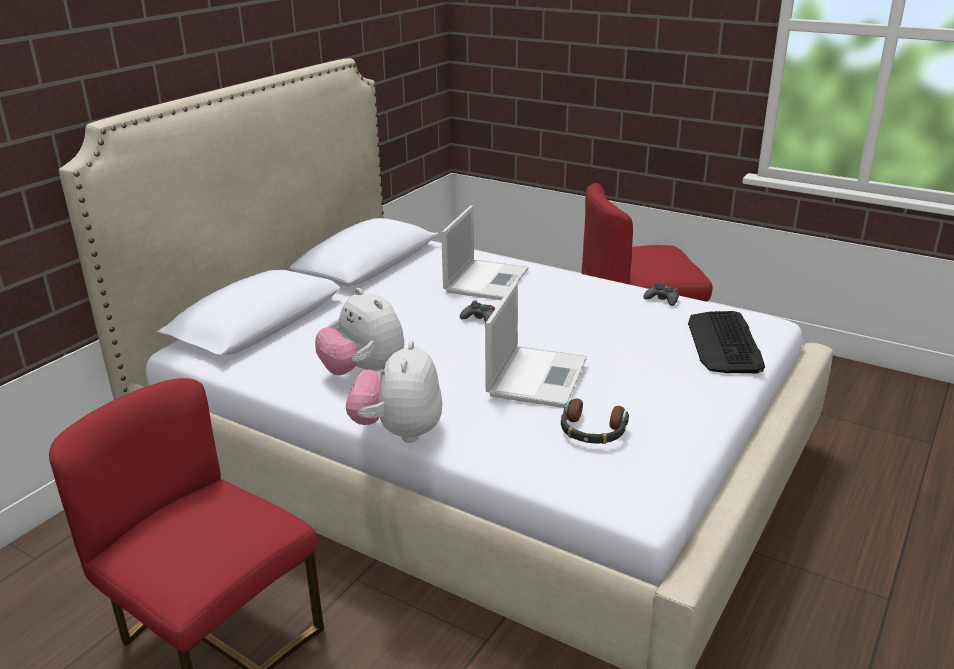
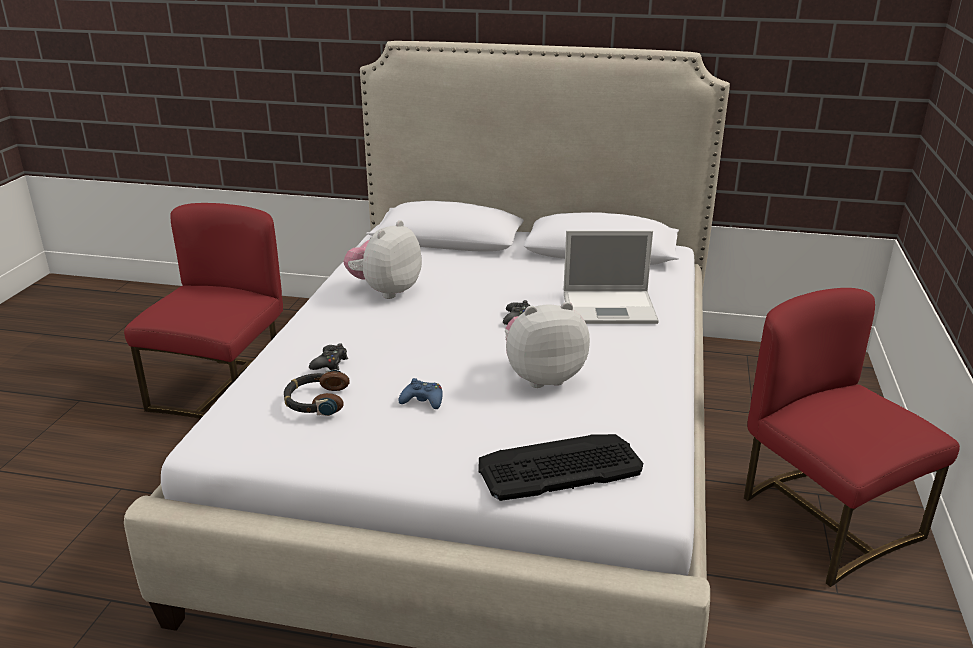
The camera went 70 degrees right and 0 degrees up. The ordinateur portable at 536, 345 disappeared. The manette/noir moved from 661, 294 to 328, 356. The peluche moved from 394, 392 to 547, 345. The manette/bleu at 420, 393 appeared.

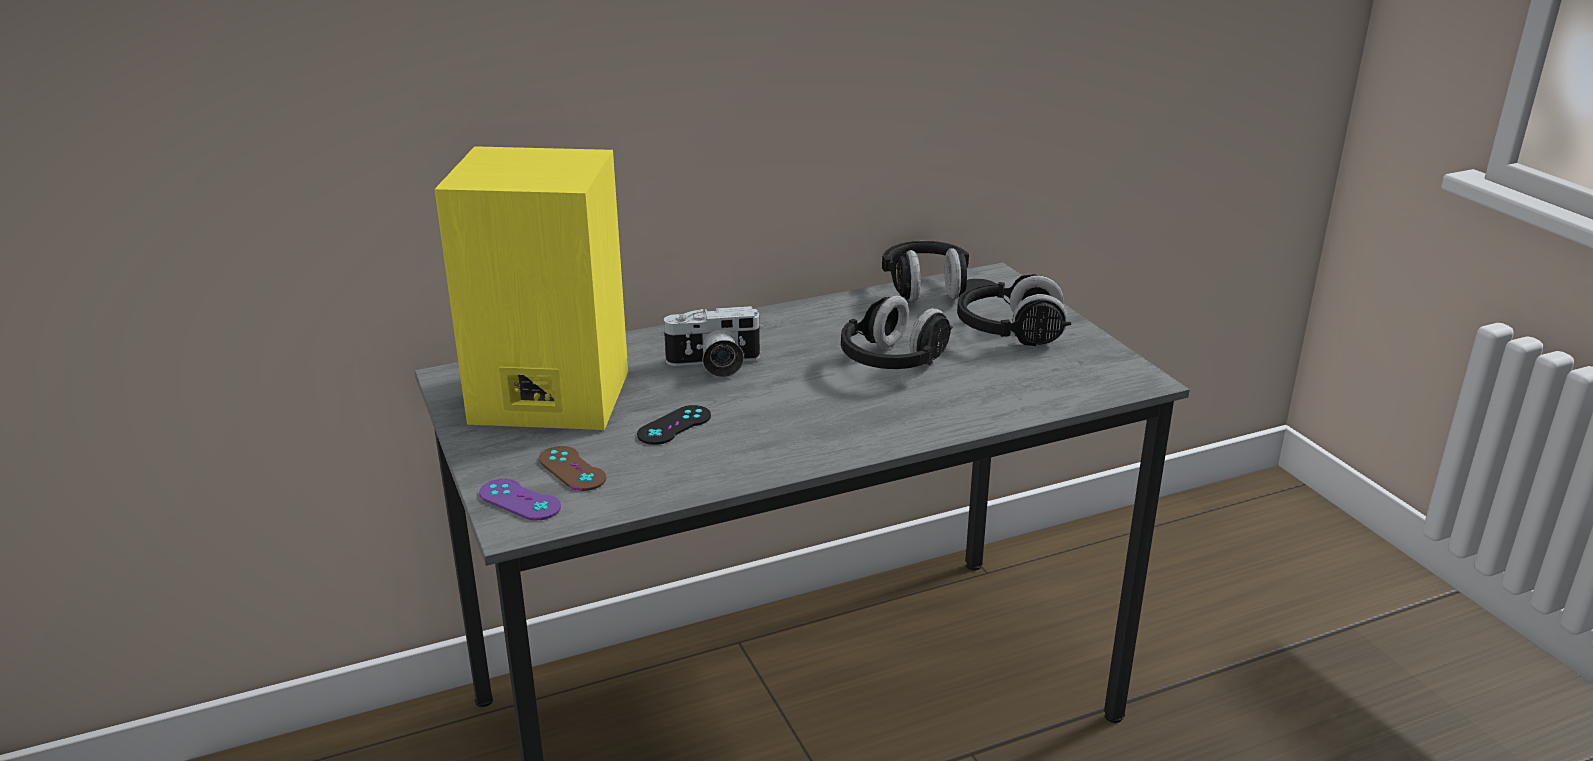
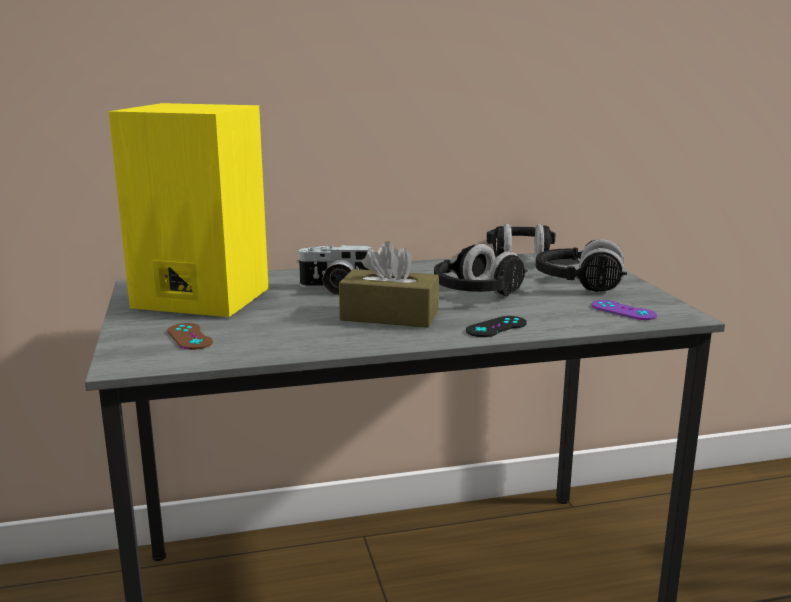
The camera went 10 degrees right and 10 degrees down. The manette/noir moved from 674, 425 to 496, 326. The manette/violet moved from 520, 500 to 624, 310. The boîte à mouchoirs/marron at 389, 284 appeared.

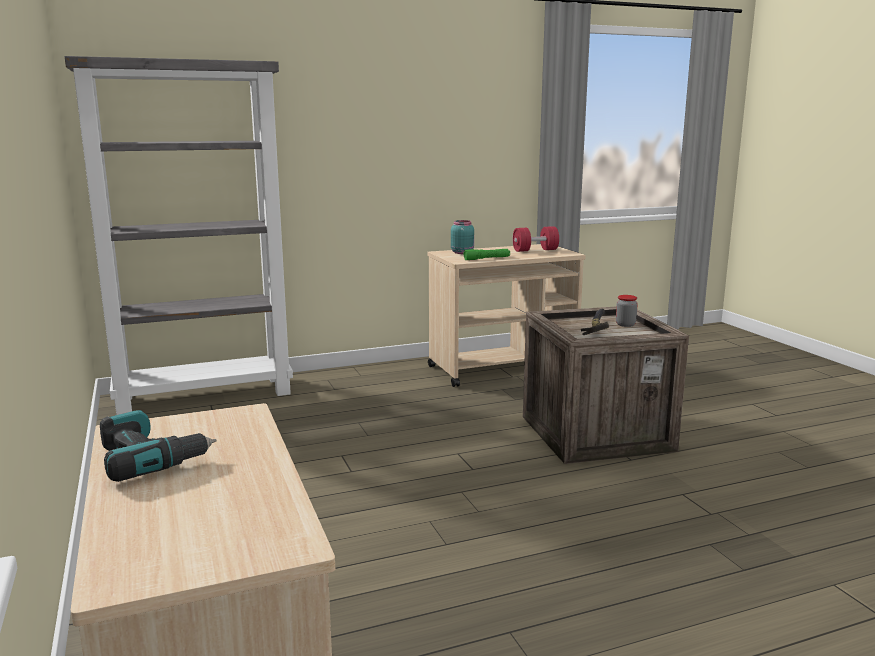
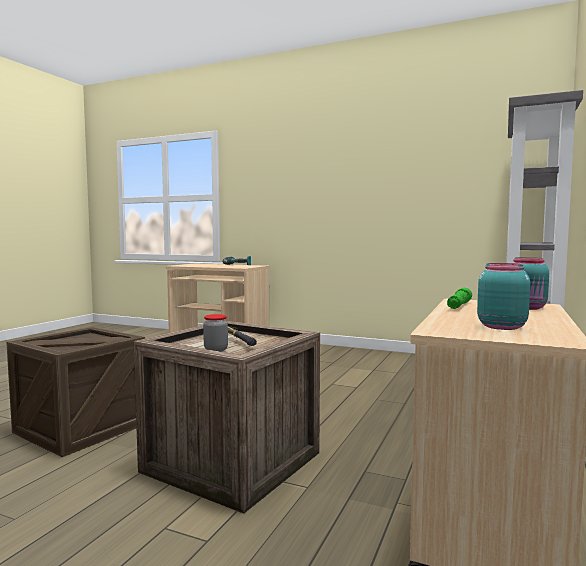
The camera went 135 degrees right and 10 degrees down. The haltère/rouge at 536, 239 was replaced by the bocal/turquoise at 503, 296. The caisse at 75, 392 appeared.

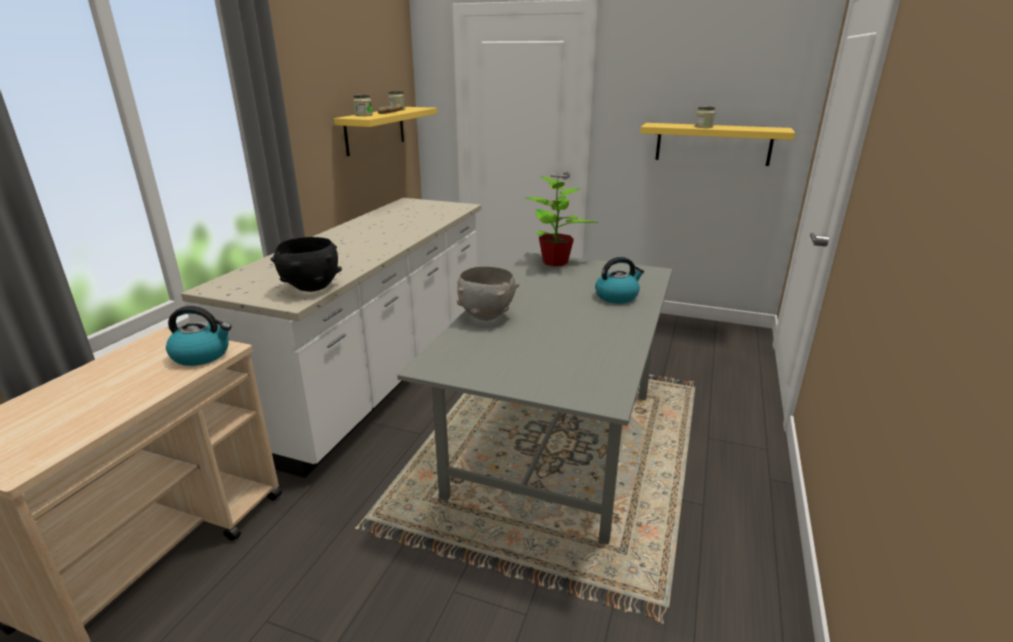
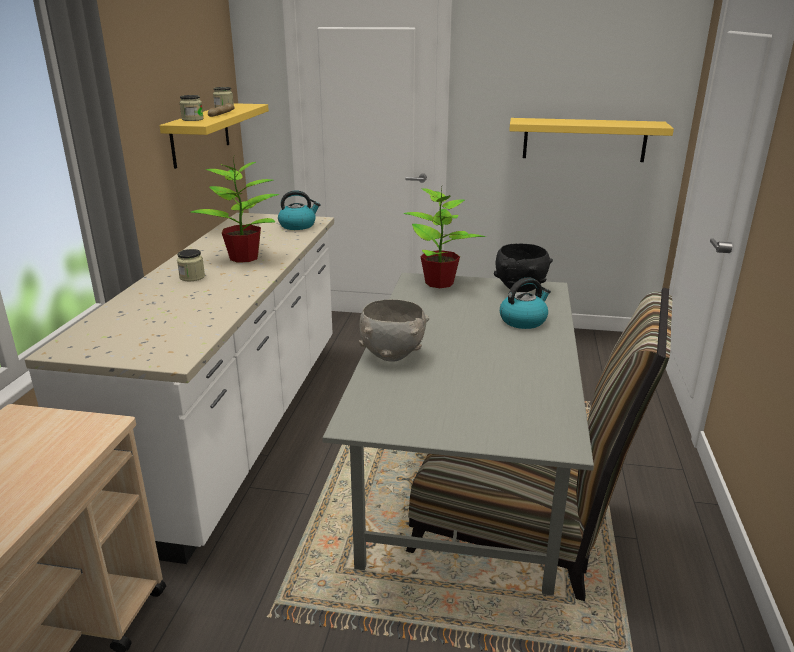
The camera went 10 degrees left and 0 degrees up. The bocal moved from 705, 117 to 191, 265. The bol/noir moved from 306, 264 to 523, 268. The bouilloire moved from 198, 336 to 299, 210. The plante en pot at 234, 210 appeared. The chaise at 539, 444 appeared.

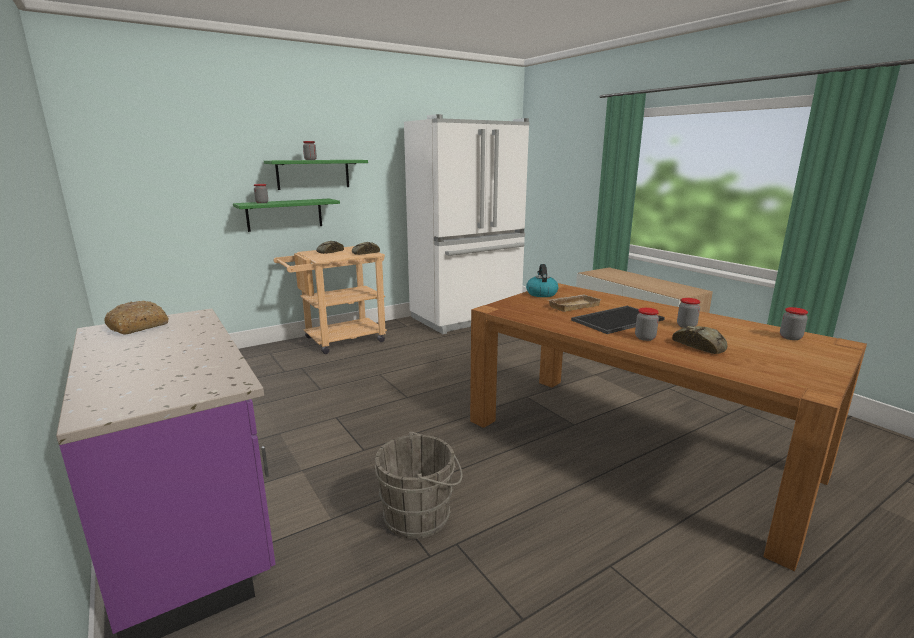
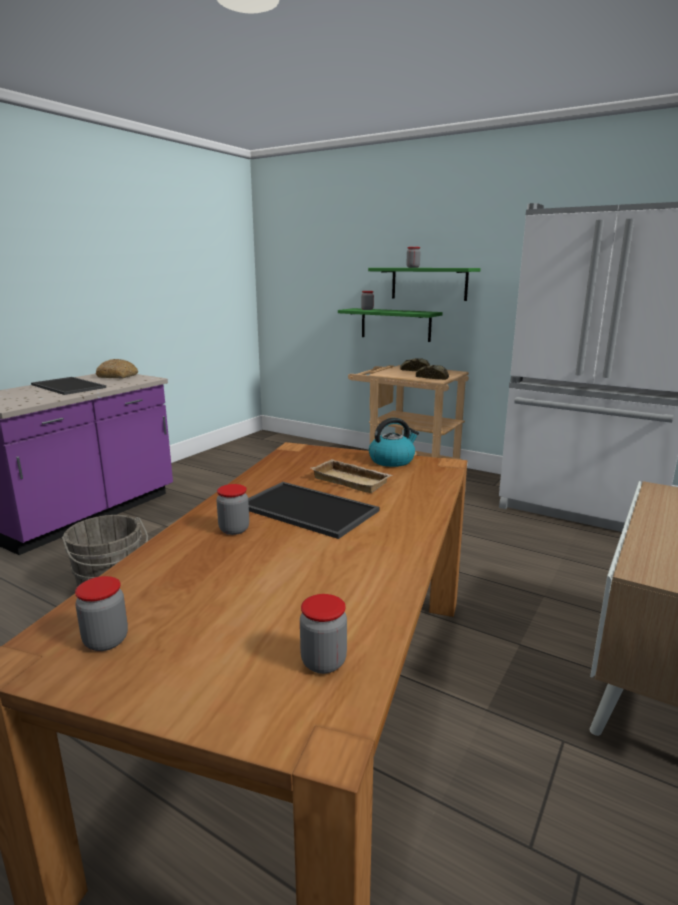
The camera went 65 degrees right and 0 degrees up. The bocal moved from 688, 313 to 101, 613. The pain at 699, 340 disappeared. The plateau at 68, 386 appeared.

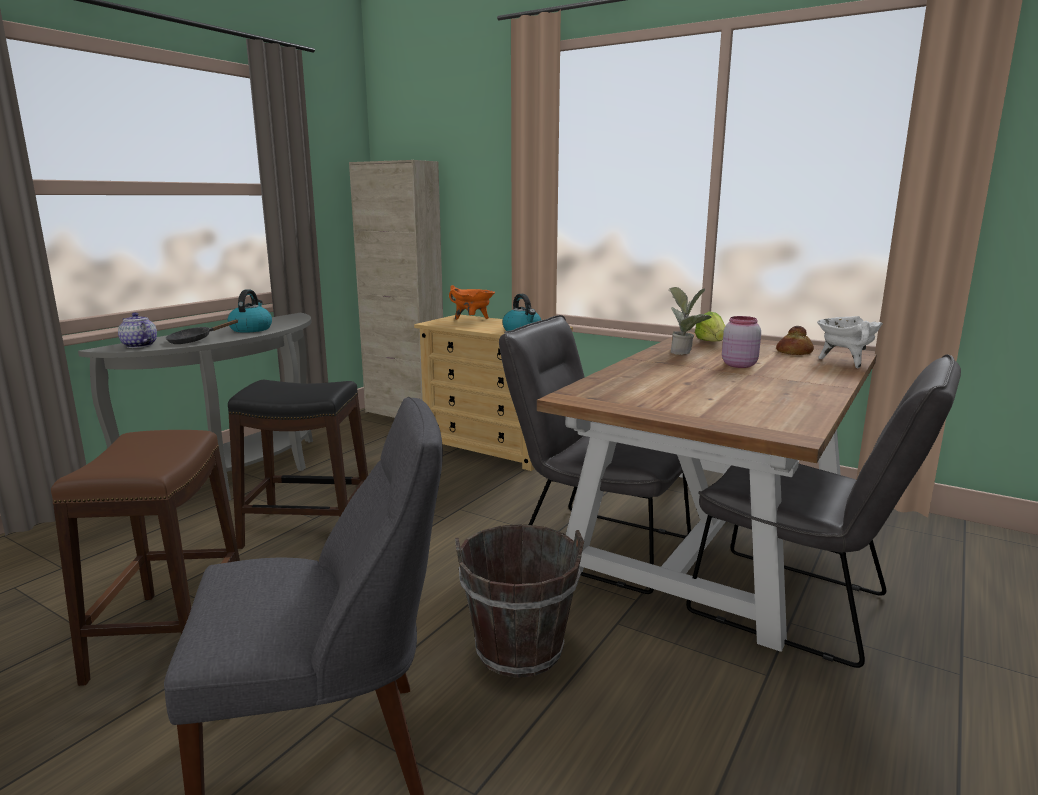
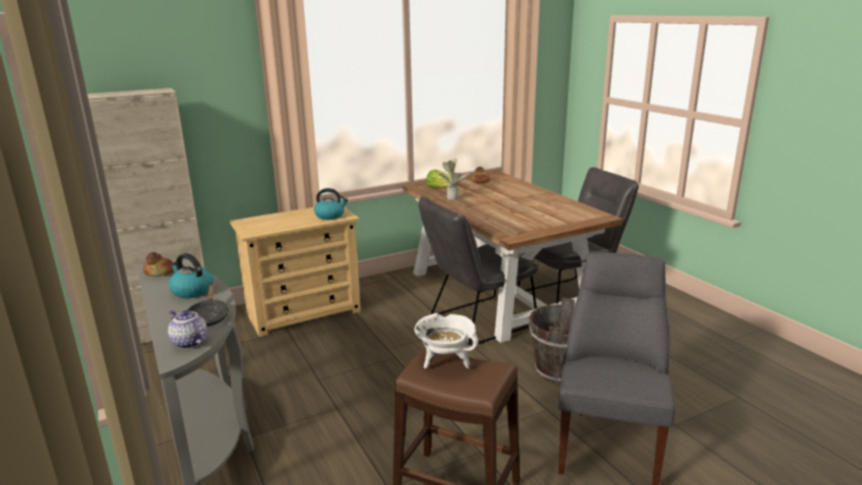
The camera went 60 degrees left and 5 degrees up. The marmite/orange at 472, 302 disappeared. The théière at 137, 330 turned 60 degrees clockwise. The bocal/rose at 741, 342 disappeared. The marmite/blanc moved from 850, 342 to 446, 341. The tabouret/noir at 298, 464 disappeared. The pain at 158, 264 appeared.

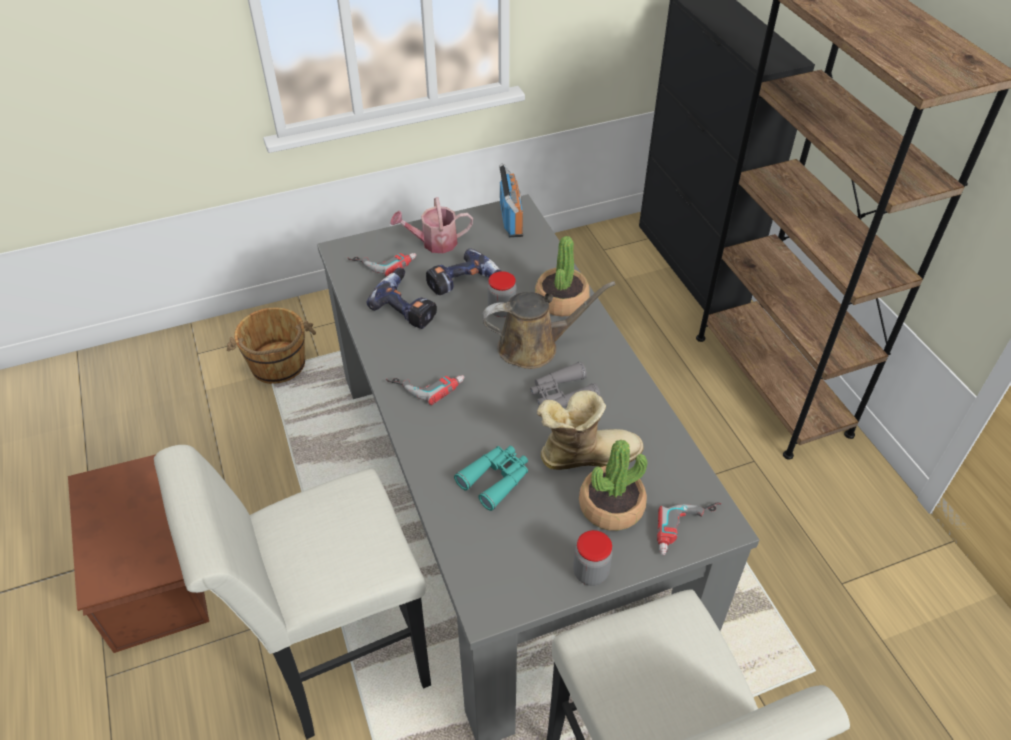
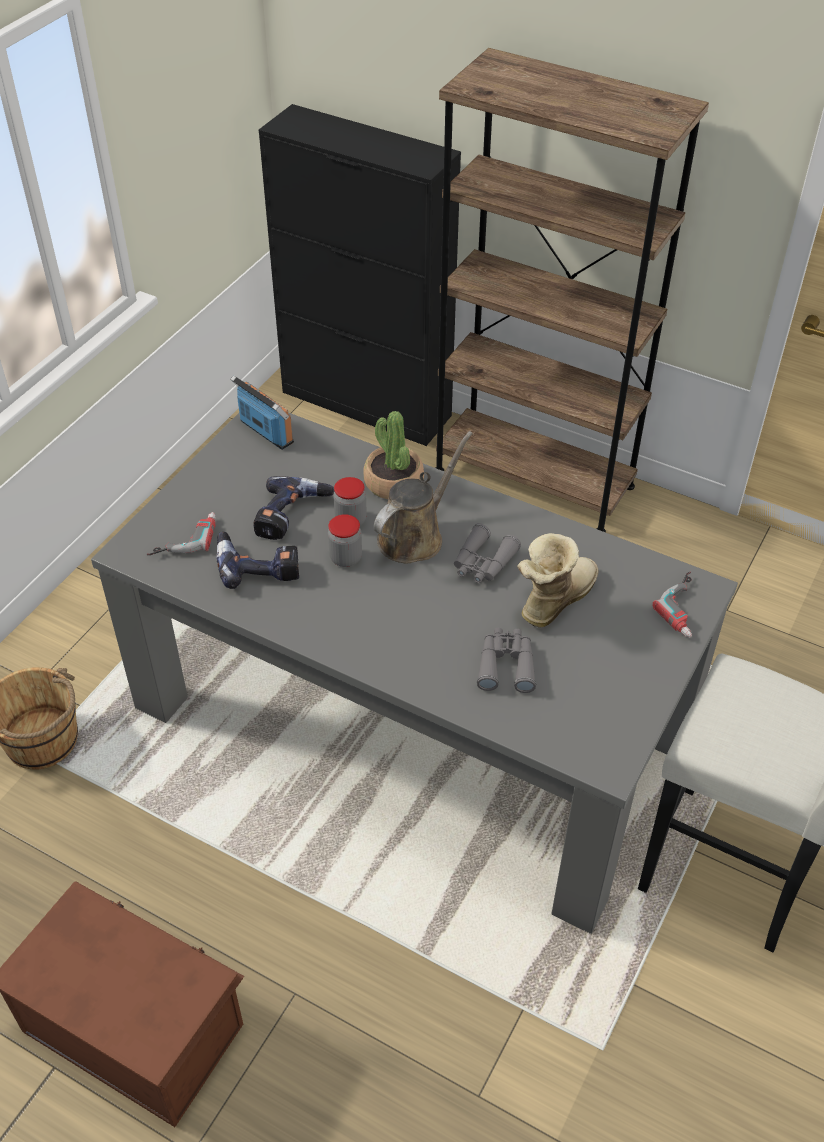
The camera went 40 degrees left and 0 degrees up. The arrosoir at 431, 225 disappeared. The perceuse at 425, 390 disappeared. The plante en pot at 613, 485 disappeared. The tabouret/blanc at 292, 592 disappeared. The jumelles/turquoise at 491, 478 became the jumelles/gris at 506, 660. The bocal moved from 593, 558 to 345, 540.

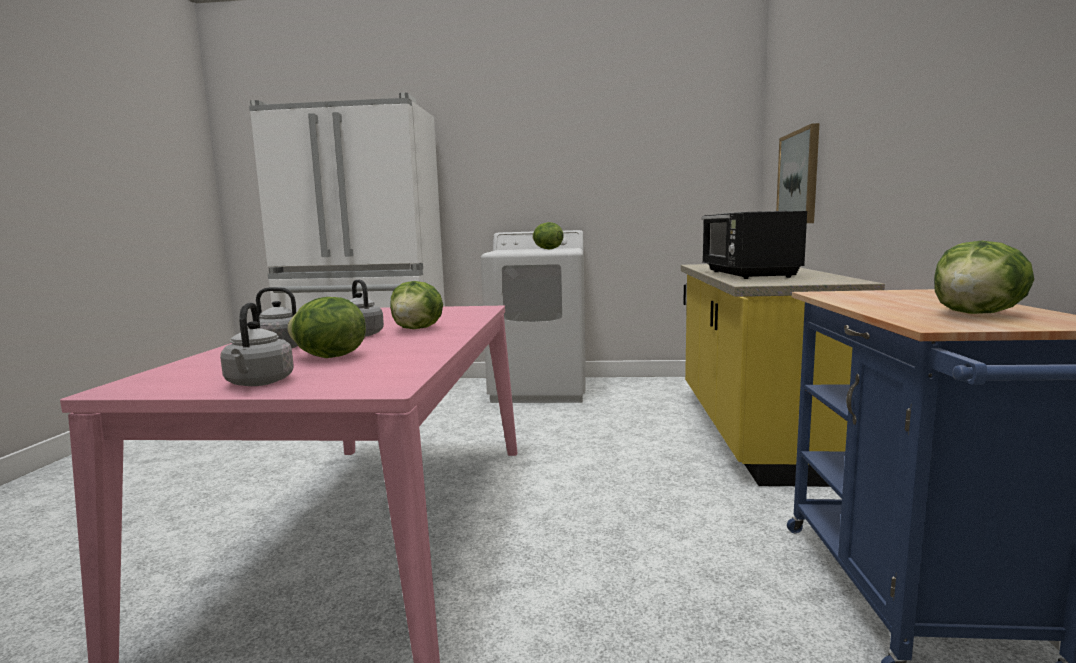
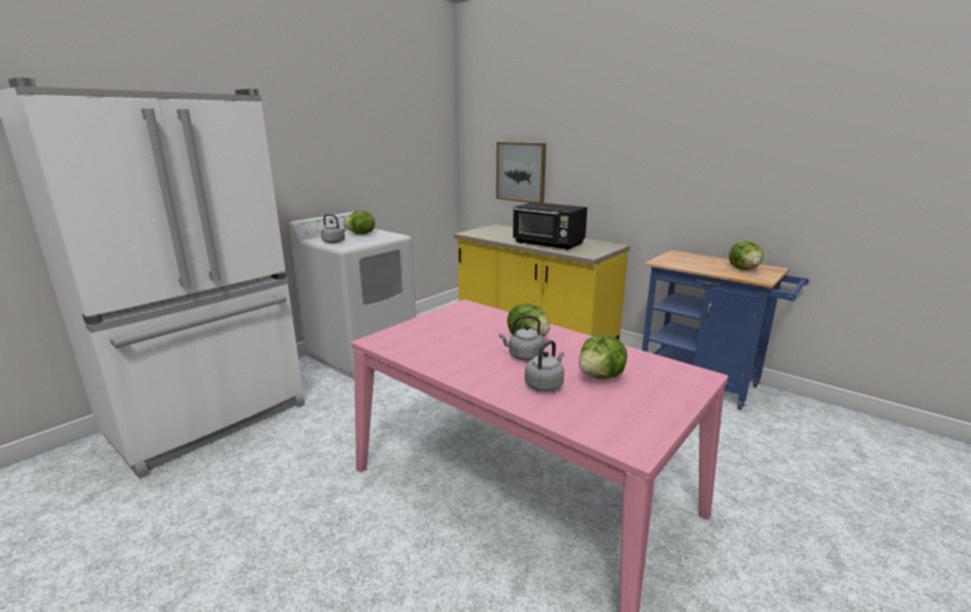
The camera went 55 degrees left and 10 degrees up. The bouilloire/gris moved from 257, 344 to 333, 228.

